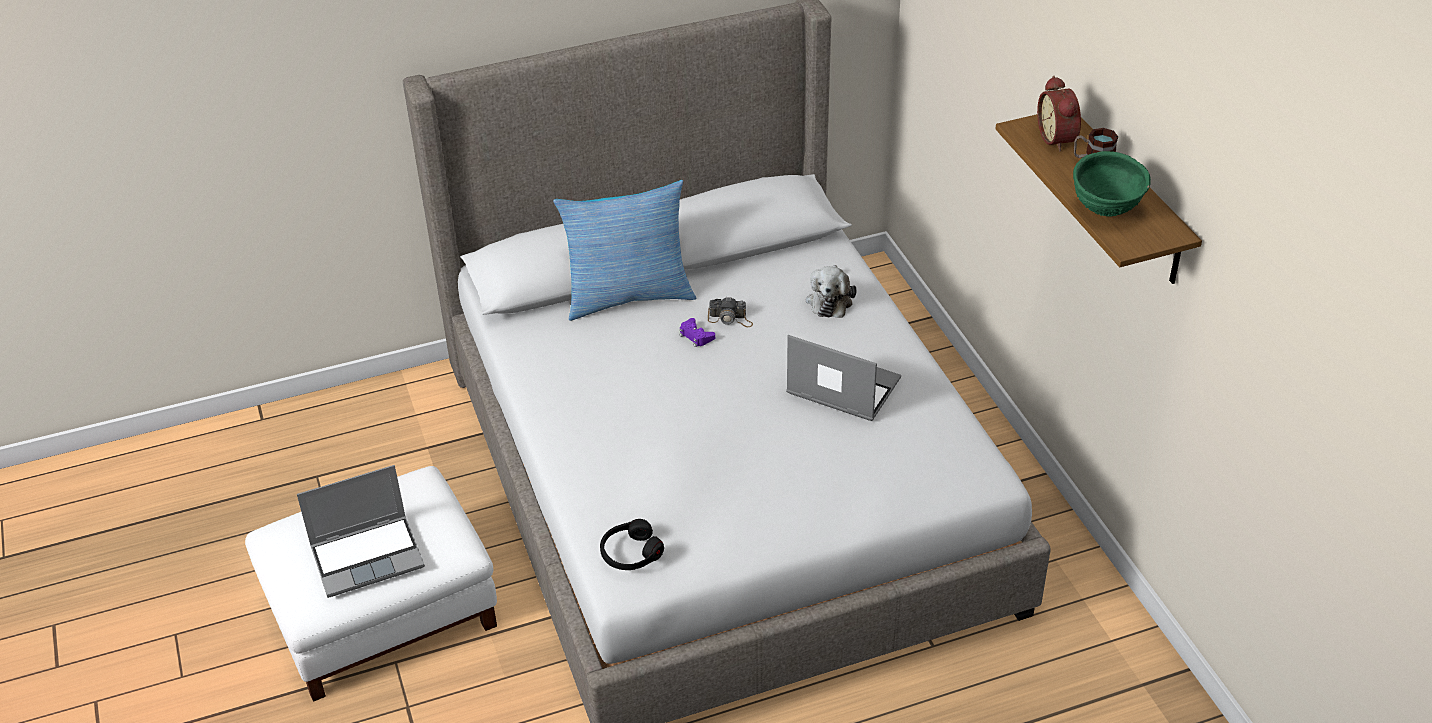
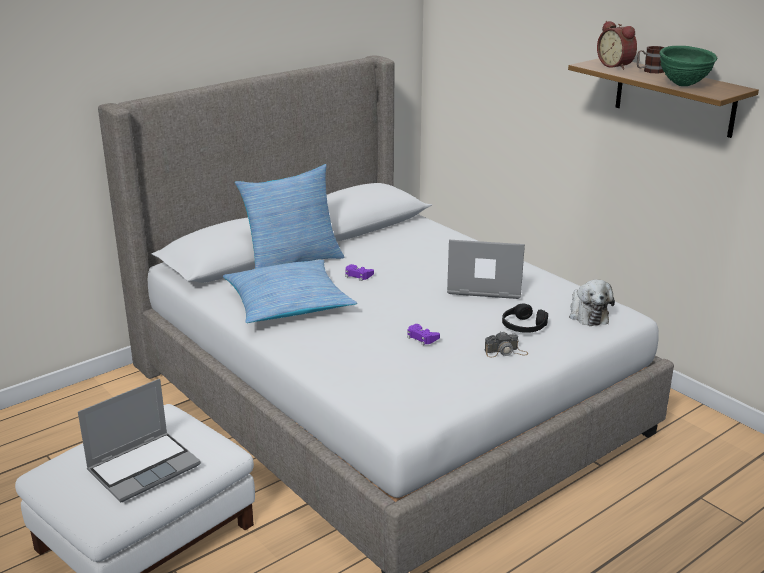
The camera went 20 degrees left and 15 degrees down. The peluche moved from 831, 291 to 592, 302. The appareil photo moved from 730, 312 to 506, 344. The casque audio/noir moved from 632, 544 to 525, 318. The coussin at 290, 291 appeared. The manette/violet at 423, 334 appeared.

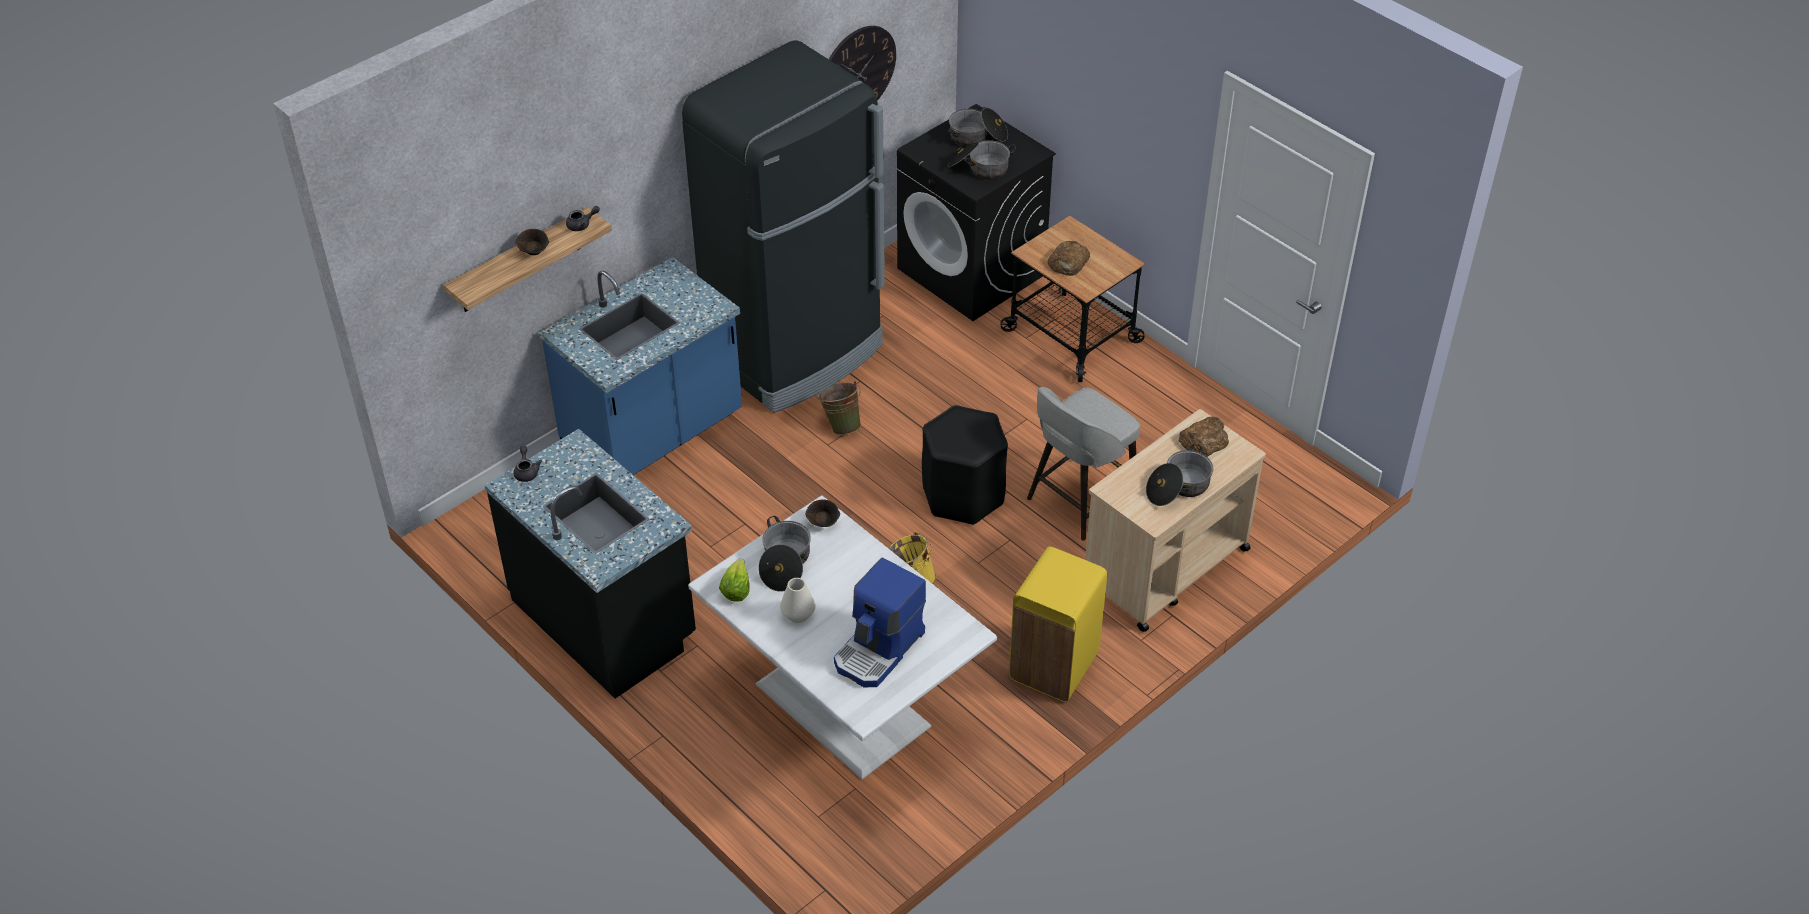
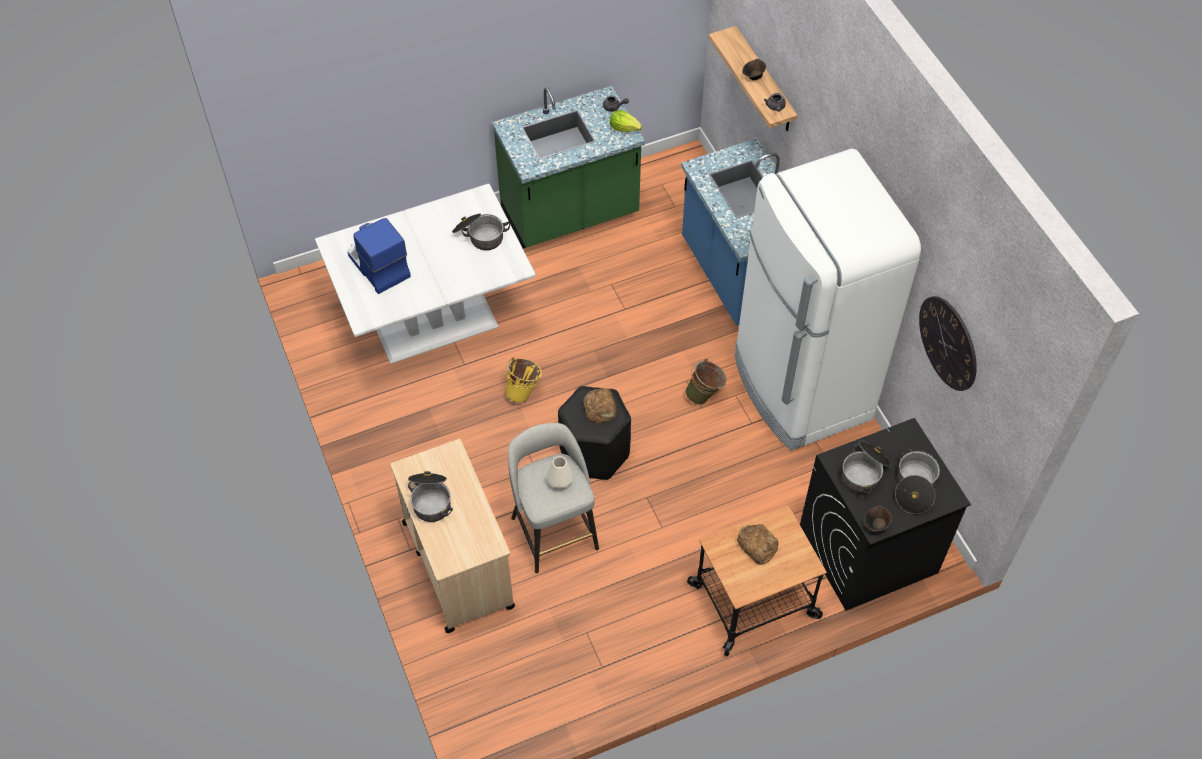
The camera went 110 degrees right and 10 degrees up. The réfrigérateur/noir at 783, 226 became the réfrigérateur/blanc at 827, 300. The pain moved from 1204, 437 to 600, 406. The comptoir de cuisine/noir at 590, 564 became the comptoir de cuisine/vert at 568, 167. The bol/marron moved from 823, 513 to 878, 518. The poubelle/jaune at 1058, 624 disappeared. The laitue moved from 734, 580 to 626, 121. The vase/blanc moved from 798, 600 to 560, 472.

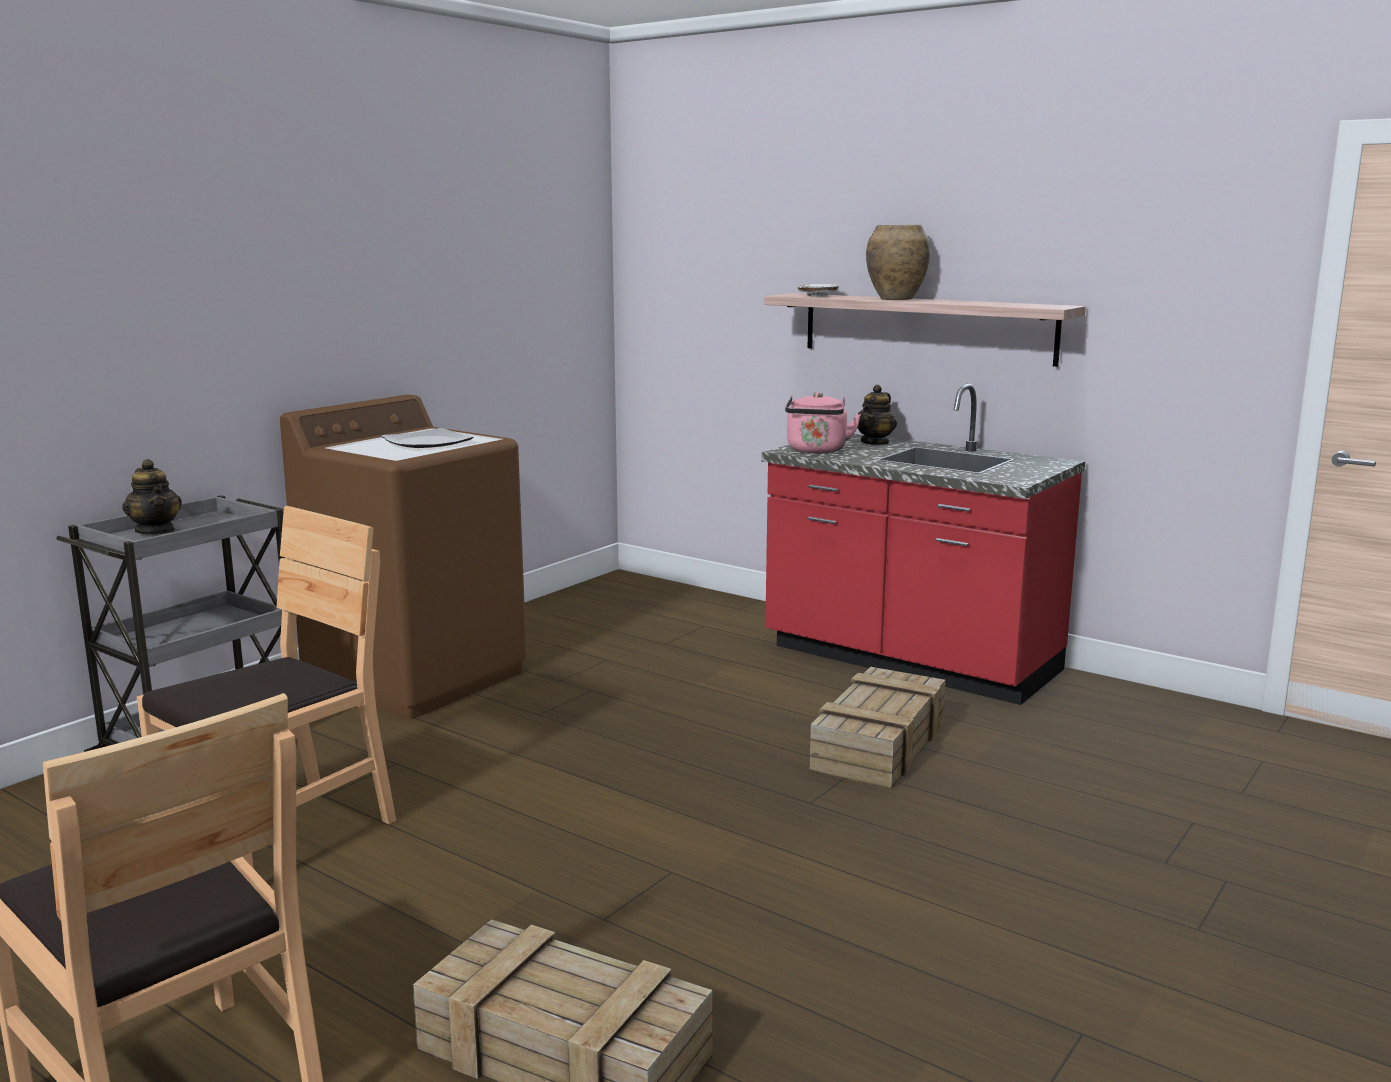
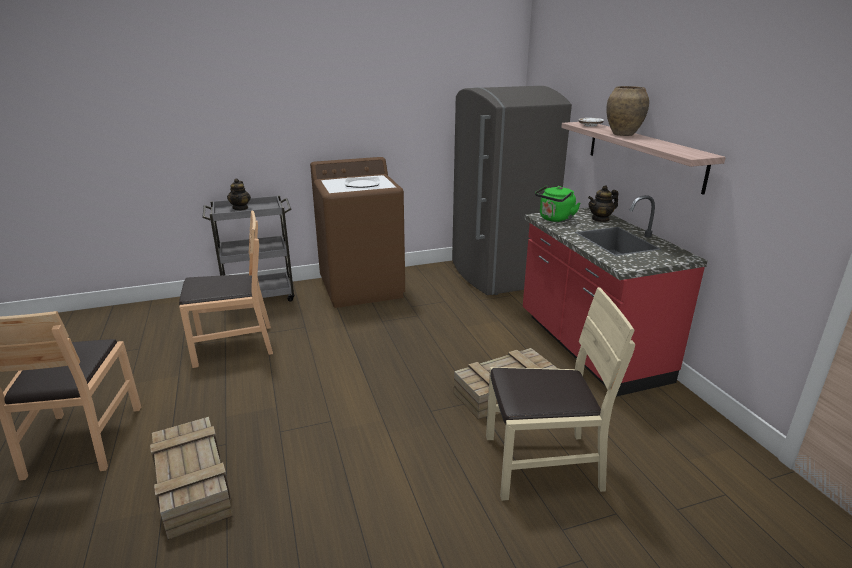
The camera went 35 degrees right and 10 degrees up. The bouilloire/rose at 823, 422 became the bouilloire/vert at 557, 203. The réfrigérateur/gris at 512, 190 appeared. The chaise/beige at 560, 394 appeared.

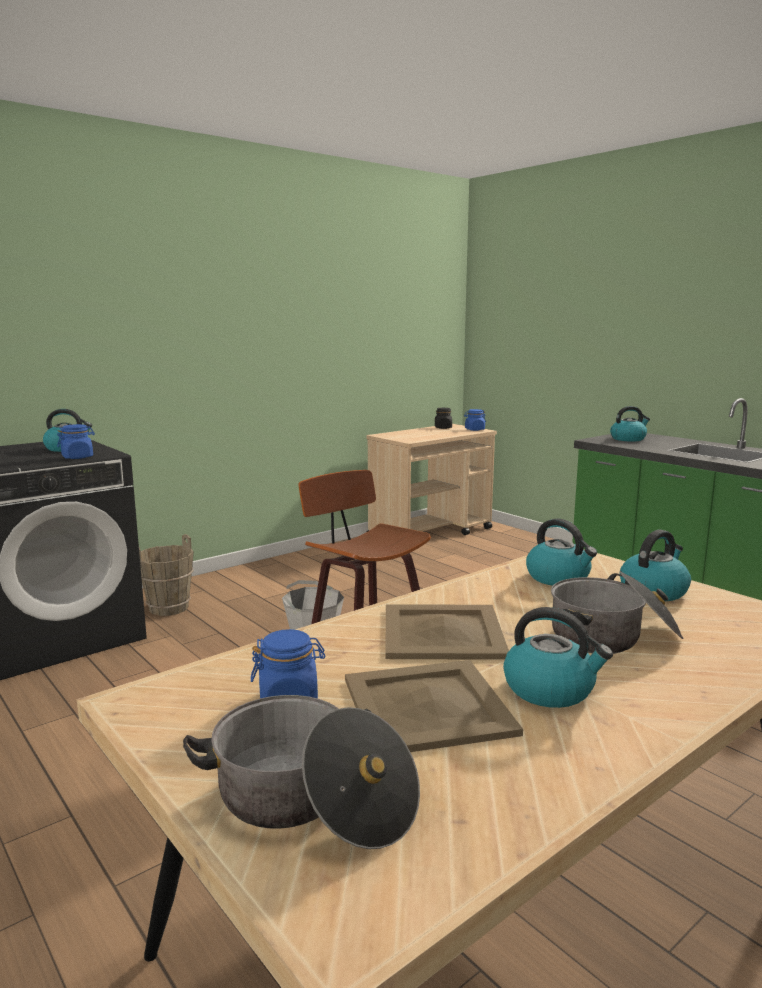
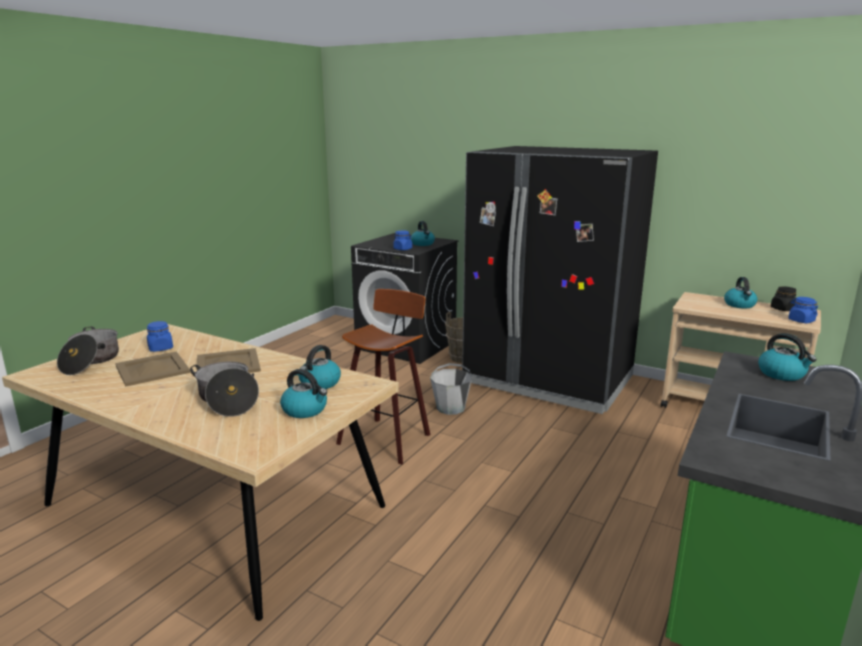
The camera went 70 degrees right and 5 degrees up. The bouilloire moved from 558, 657 to 740, 292. The réfrigérateur/noir at 560, 280 appeared.

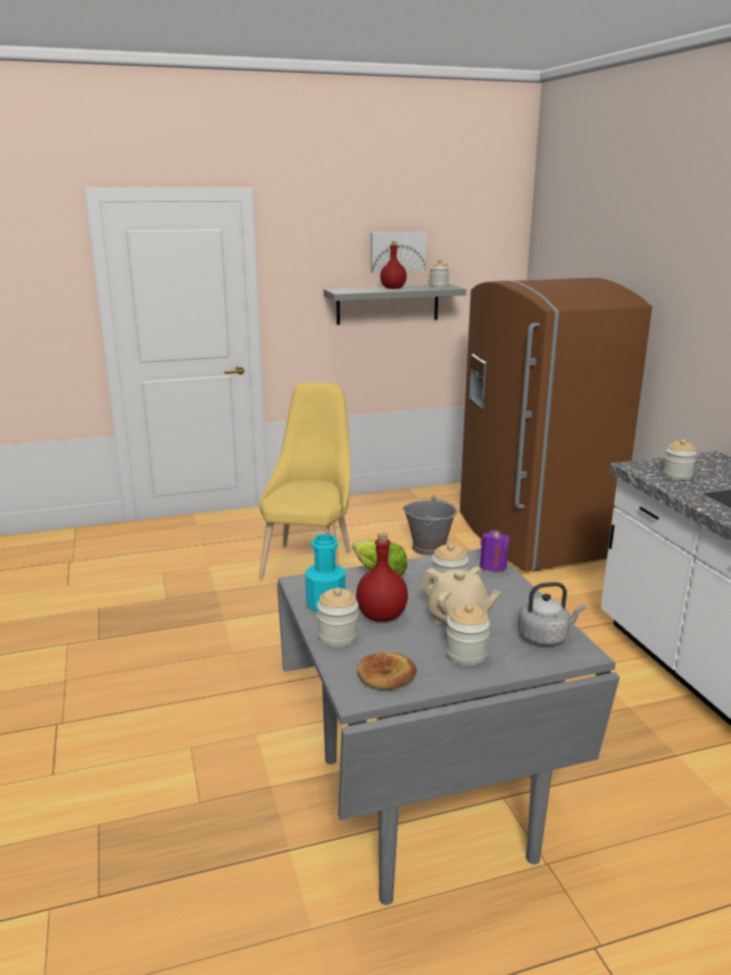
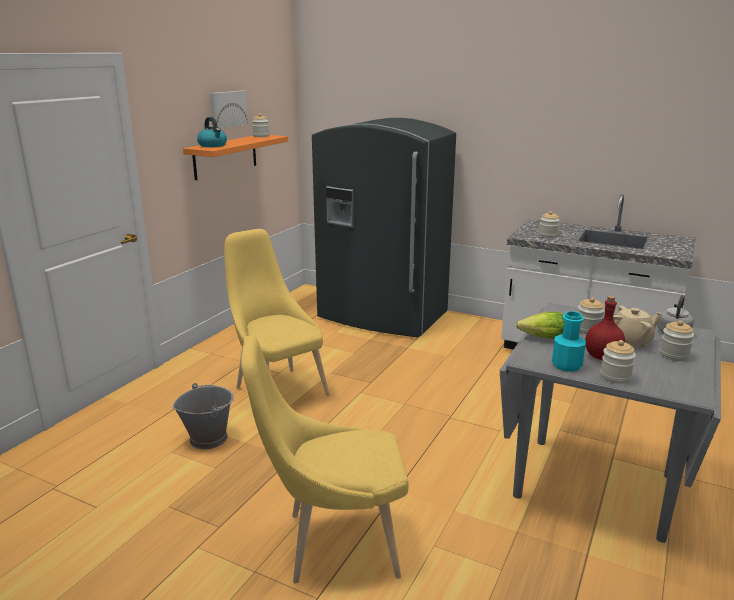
The camera went 45 degrees left and 0 degrees up. The bouteille/rouge at 393, 265 disappeared. The réfrigérateur/marron at 556, 424 became the réfrigérateur/gris at 384, 227. The étagère/gris at 394, 304 became the étagère/orange at 235, 157. The seau/gris moved from 430, 525 to 203, 416. The bougie/violet at 495, 551 disappeared. The pain at 387, 671 disappeared. The bouilloire at 212, 132 appeared. The chaise/jaune at 324, 459 appeared.

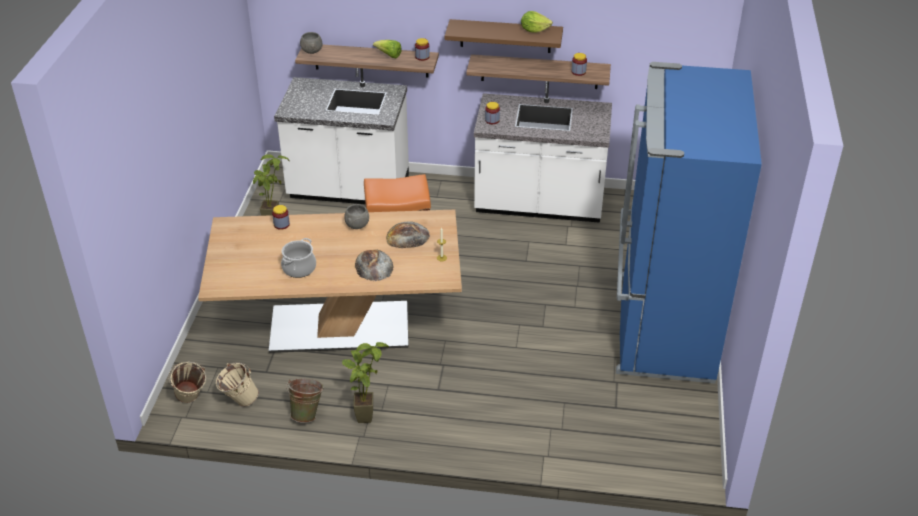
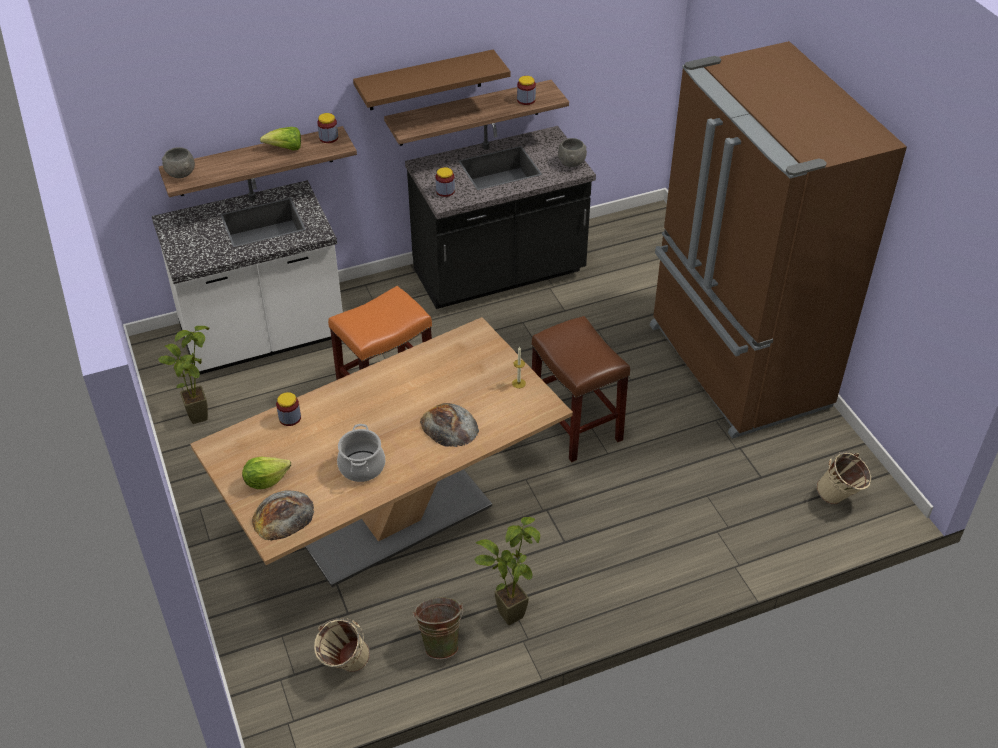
The camera went 30 degrees left and 5 degrees up. The laitue moved from 537, 22 to 266, 473. The réfrigérateur/bleu at 689, 222 became the réfrigérateur/marron at 778, 240. The comptoir de cuisine/blanc at 543, 152 became the comptoir de cuisine/noir at 500, 216. The bol/gris moved from 356, 216 to 572, 152. The pain moved from 408, 234 to 283, 515. The seau/beige moved from 187, 382 to 843, 478. The tabouret/marron at 580, 389 appeared.

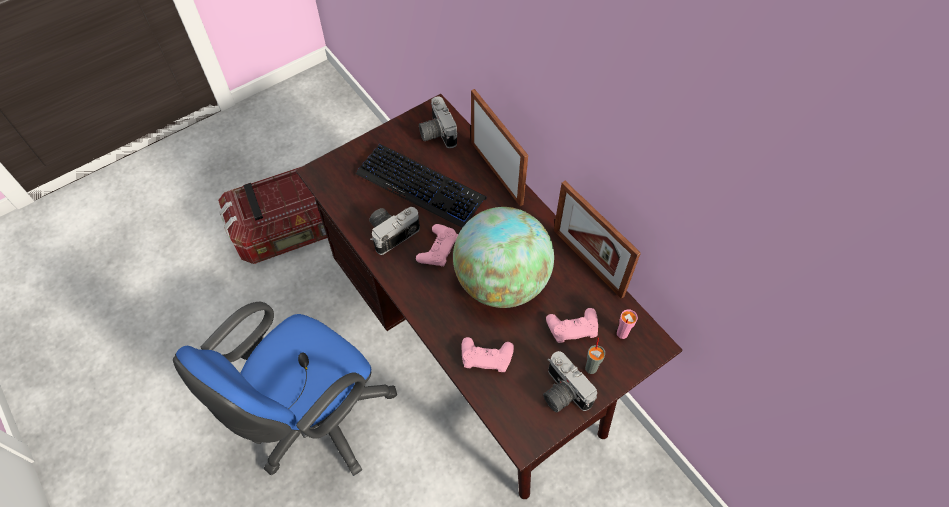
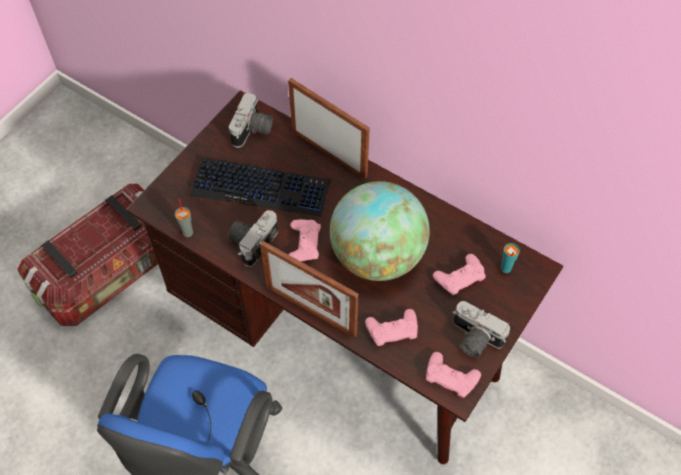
The camera went 20 degrees left and 0 degrees up. The appareil photo at 438, 122 turned 120 degrees counterclockwise. The cadre photo moved from 597, 240 to 309, 289. The tasse/rose at 627, 324 became the tasse/turquoise at 510, 258. The tasse/gris moved from 595, 355 to 184, 218. The manette/rose at 453, 375 appeared.

